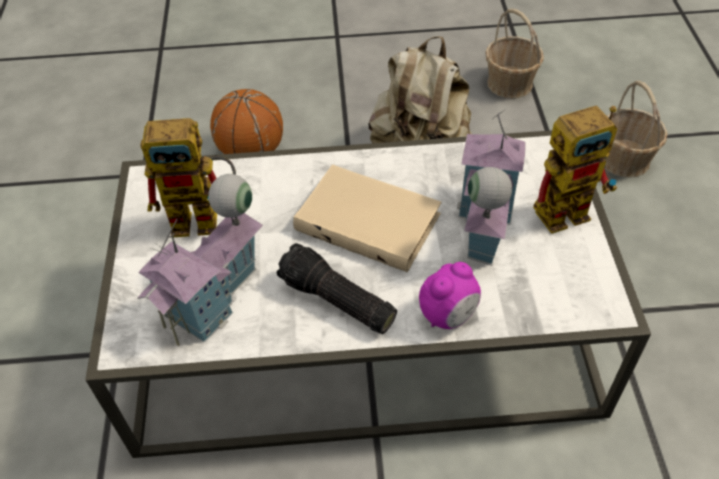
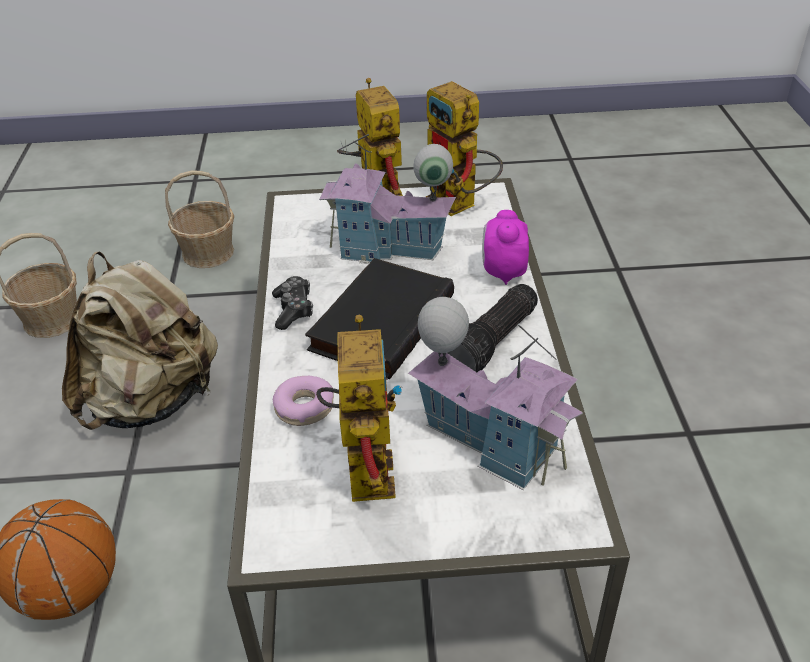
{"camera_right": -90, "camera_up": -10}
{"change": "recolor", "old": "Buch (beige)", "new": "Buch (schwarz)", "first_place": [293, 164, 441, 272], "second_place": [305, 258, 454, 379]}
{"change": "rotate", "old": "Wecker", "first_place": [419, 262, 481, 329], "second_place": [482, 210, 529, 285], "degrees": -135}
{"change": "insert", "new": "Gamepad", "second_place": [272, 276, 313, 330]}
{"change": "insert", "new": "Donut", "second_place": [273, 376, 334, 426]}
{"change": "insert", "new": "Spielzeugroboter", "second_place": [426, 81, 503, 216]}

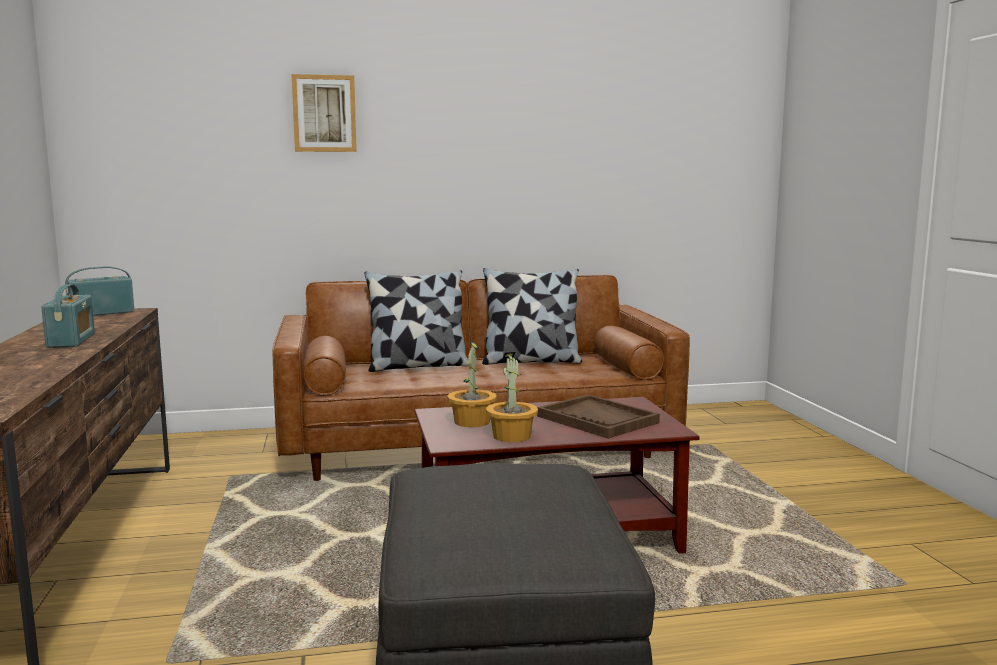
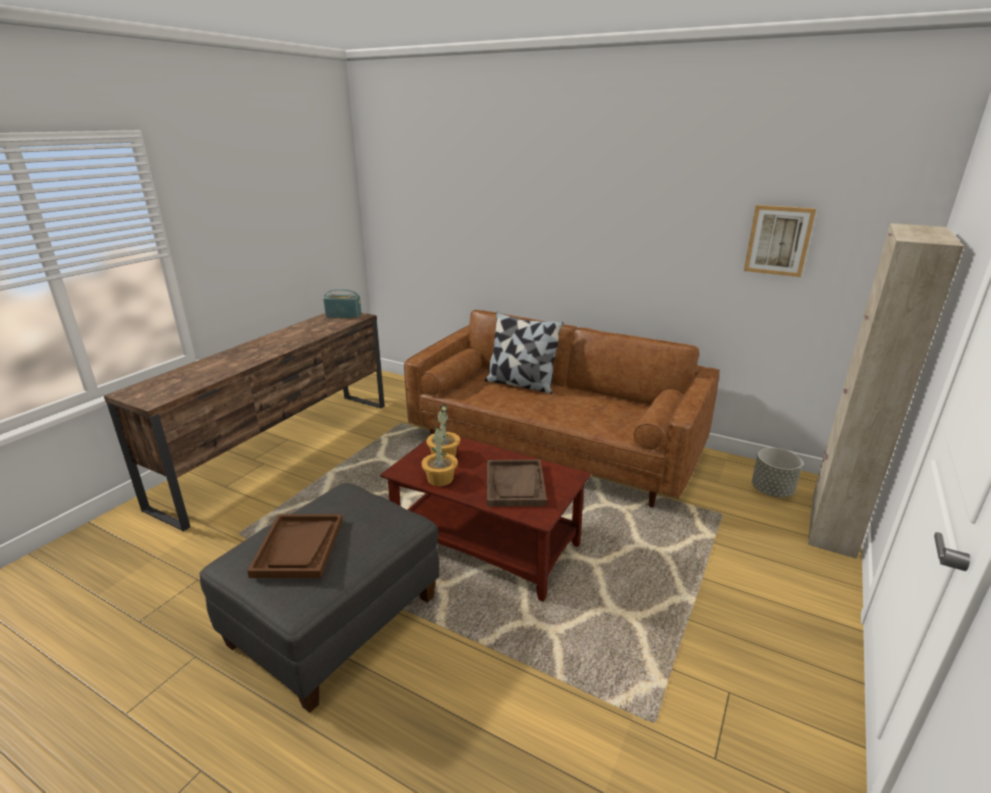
{"camera_right": 40, "camera_up": 15}
{"change": "delete", "old": "Radio", "first_place": [41, 284, 95, 348]}
{"change": "move", "old": "Bild", "first_place": [292, 74, 357, 152], "second_place": [744, 205, 816, 277]}
{"change": "delete", "old": "Kissen", "first_place": [482, 268, 582, 365]}
{"change": "insert", "new": "Tablett (braun)", "second_place": [247, 514, 343, 578]}
{"change": "insert", "new": "Pflanzkübel (grau)", "second_place": [752, 448, 803, 497]}
{"change": "insert", "new": "Schrank (beige)", "second_place": [808, 223, 964, 559]}

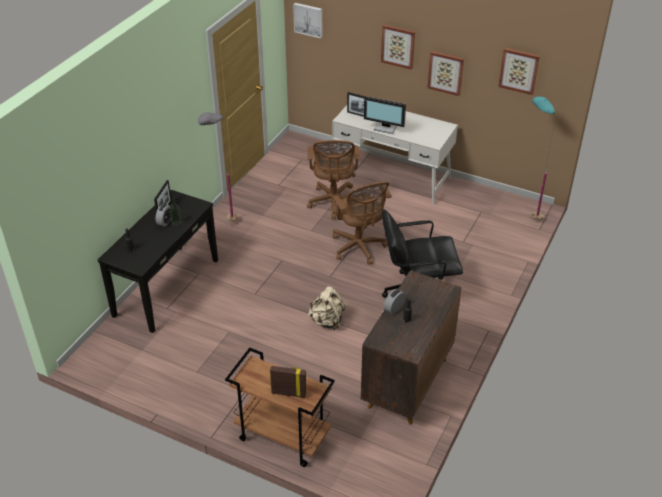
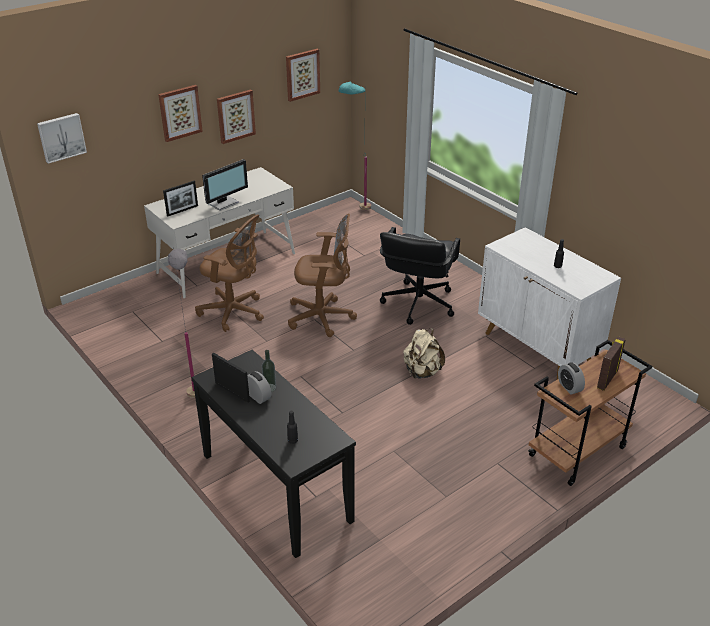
{"camera_right": -65, "camera_up": -5}
{"change": "recolor", "old": "Schrank (braun)", "new": "Schrank (weiß)", "first_place": [361, 270, 462, 425], "second_place": [478, 227, 621, 379]}
{"change": "move", "old": "Wecker", "first_place": [384, 289, 406, 315], "second_place": [558, 362, 585, 394]}

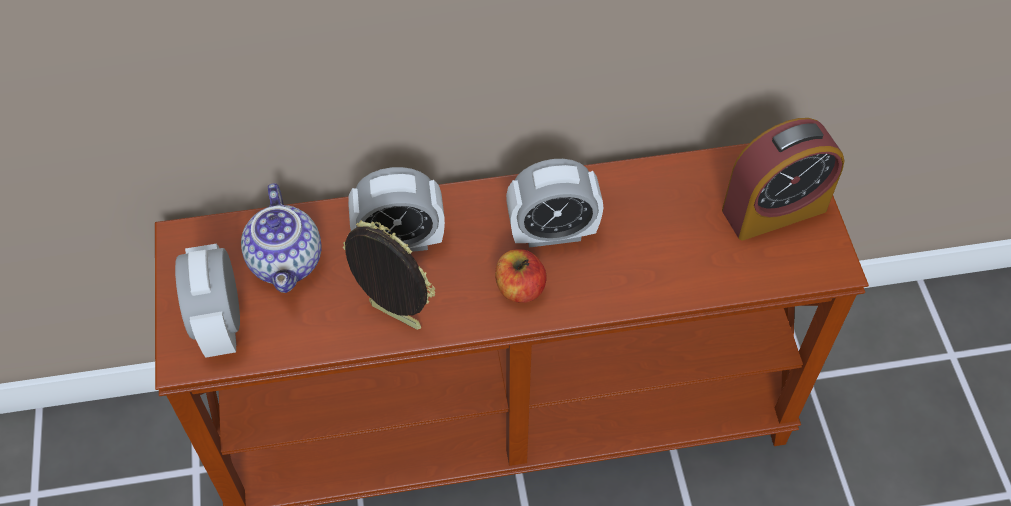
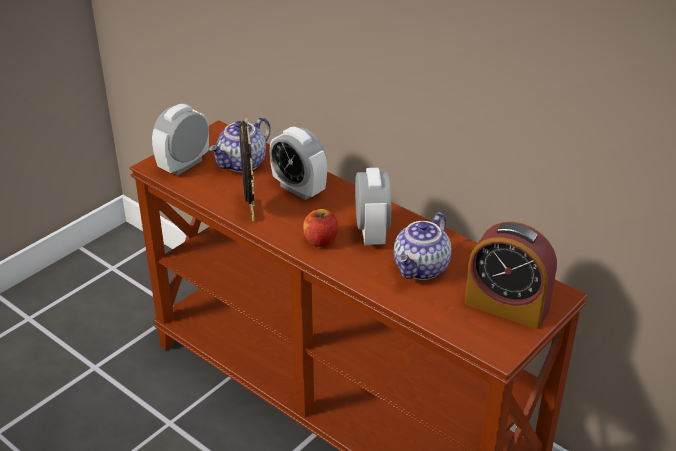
{"camera_right": 50, "camera_up": -20}
{"change": "rotate", "old": "Wecker", "first_place": [506, 159, 603, 248], "second_place": [355, 168, 391, 245], "degrees": -135}
{"change": "insert", "new": "Teekanne", "second_place": [394, 212, 452, 280]}

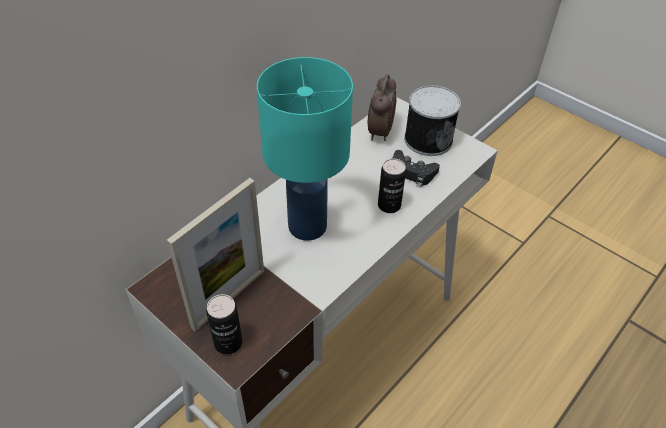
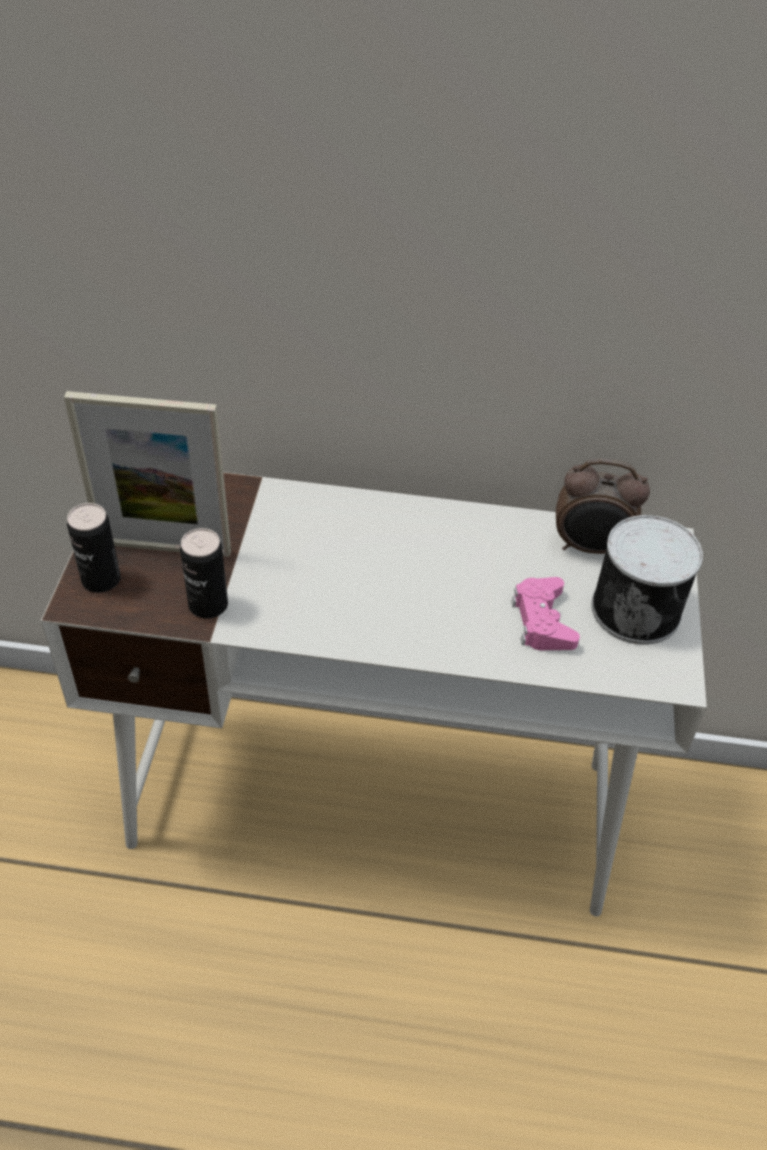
{"camera_right": 55, "camera_up": 0}
{"change": "delete", "old": "Tischlampe (türkis)", "first_place": [257, 57, 353, 241]}
{"change": "rotate", "old": "Wecker", "first_place": [367, 74, 397, 141], "second_place": [556, 459, 650, 554], "degrees": -150}
{"change": "move", "old": "Dose", "first_place": [378, 159, 406, 213], "second_place": [180, 528, 228, 618]}
{"change": "recolor", "old": "Gamepad (schwarz)", "new": "Gamepad (rosa)", "first_place": [392, 150, 440, 188], "second_place": [511, 577, 580, 650]}

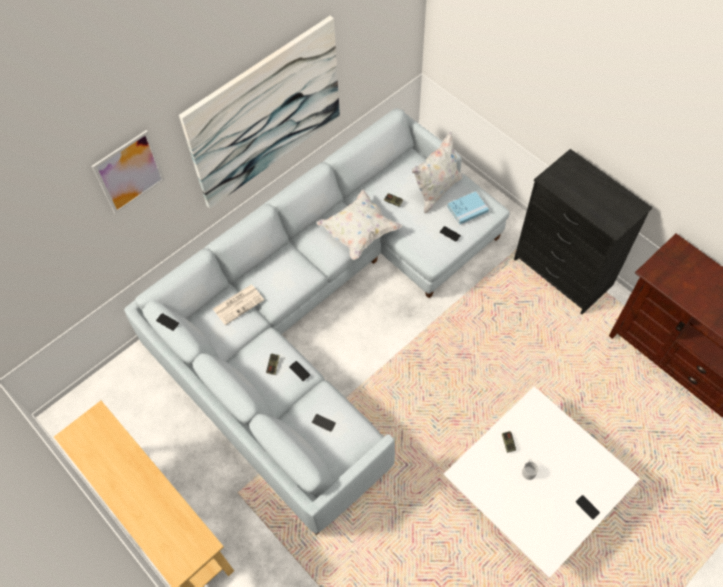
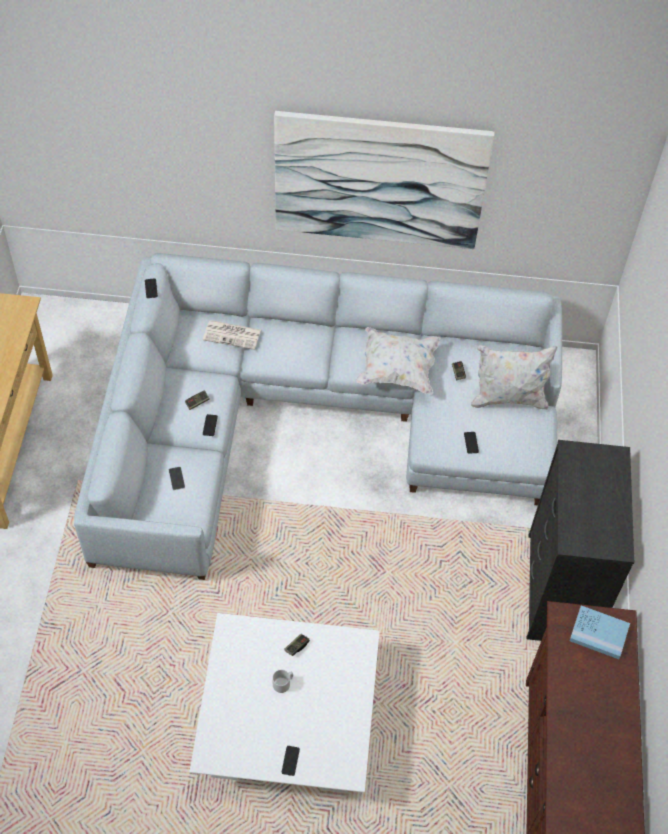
{"camera_right": 45, "camera_up": -5}
{"change": "delete", "old": "Bild", "first_place": [92, 130, 165, 214]}
{"change": "move", "old": "Buch (blau)", "first_place": [447, 191, 489, 224], "second_place": [570, 605, 630, 659]}

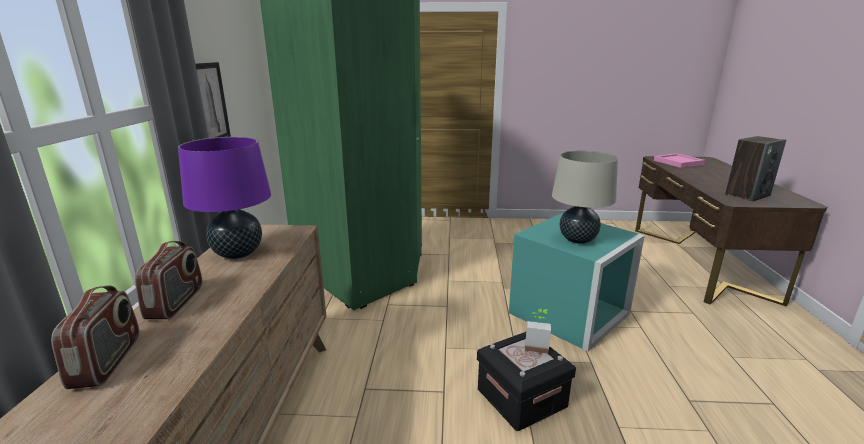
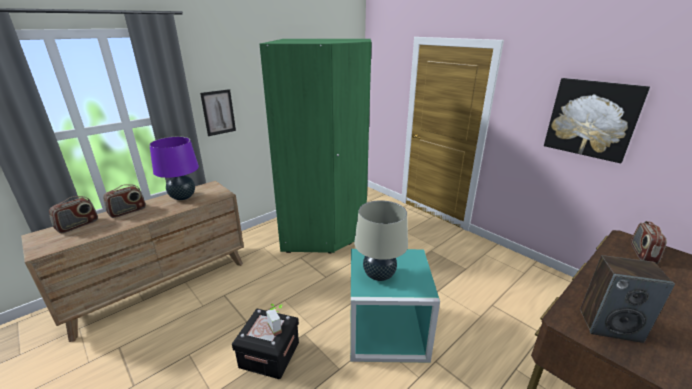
{"camera_right": 45, "camera_up": 5}
{"change": "replace", "old": "Tablett (rosa)", "new": "Radio", "first_place": [654, 153, 705, 168], "second_place": [631, 221, 667, 264]}
{"change": "insert", "new": "Bild", "second_place": [544, 78, 650, 163]}

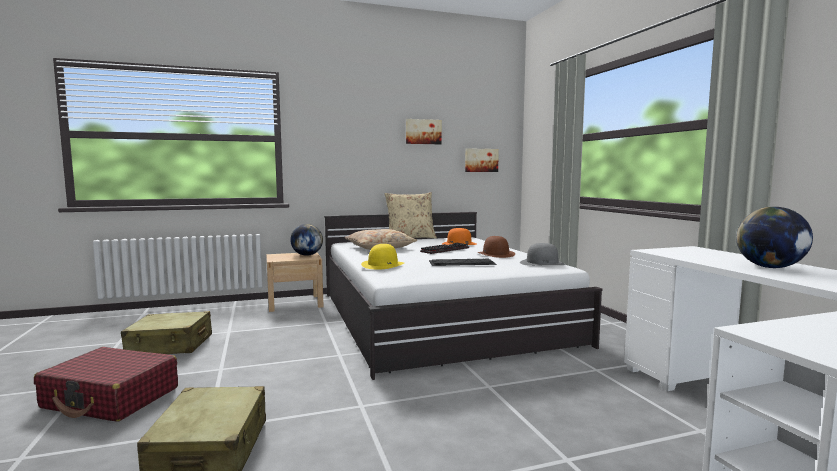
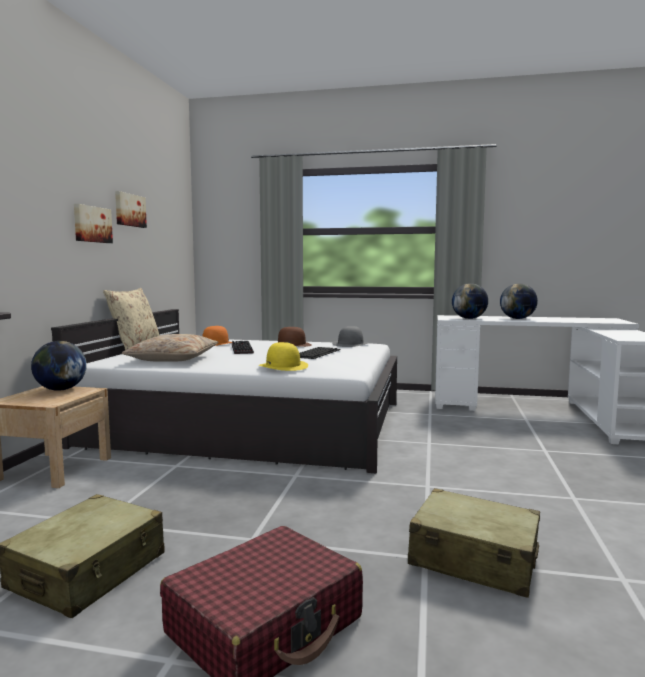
{"camera_right": -60, "camera_up": 0}
{"change": "move", "old": "Bild", "first_place": [465, 148, 499, 172], "second_place": [74, 204, 113, 243]}
{"change": "insert", "new": "Globus", "second_place": [452, 283, 488, 319]}

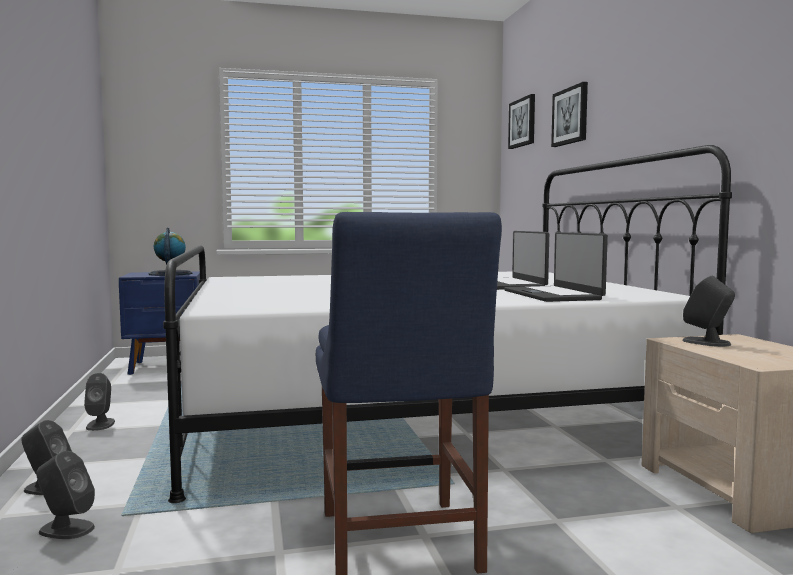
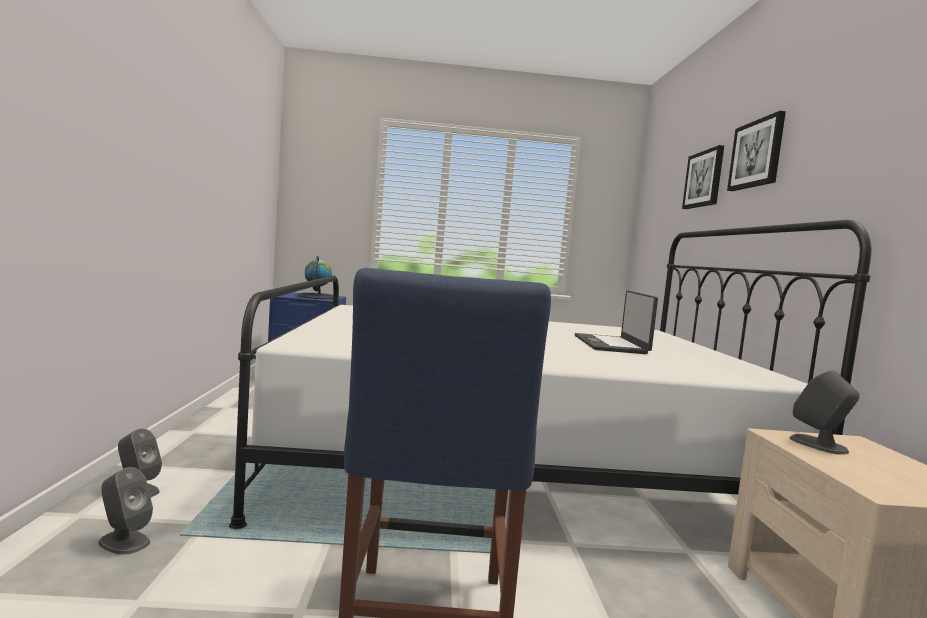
{"camera_right": 10, "camera_up": 0}
{"change": "delete", "old": "Lautsprecher (grau)", "first_place": [84, 373, 115, 431]}
{"change": "delete", "old": "Laptop", "first_place": [504, 232, 608, 302]}
{"change": "move", "old": "Bild", "first_place": [508, 94, 535, 149], "second_place": [727, 111, 786, 191]}

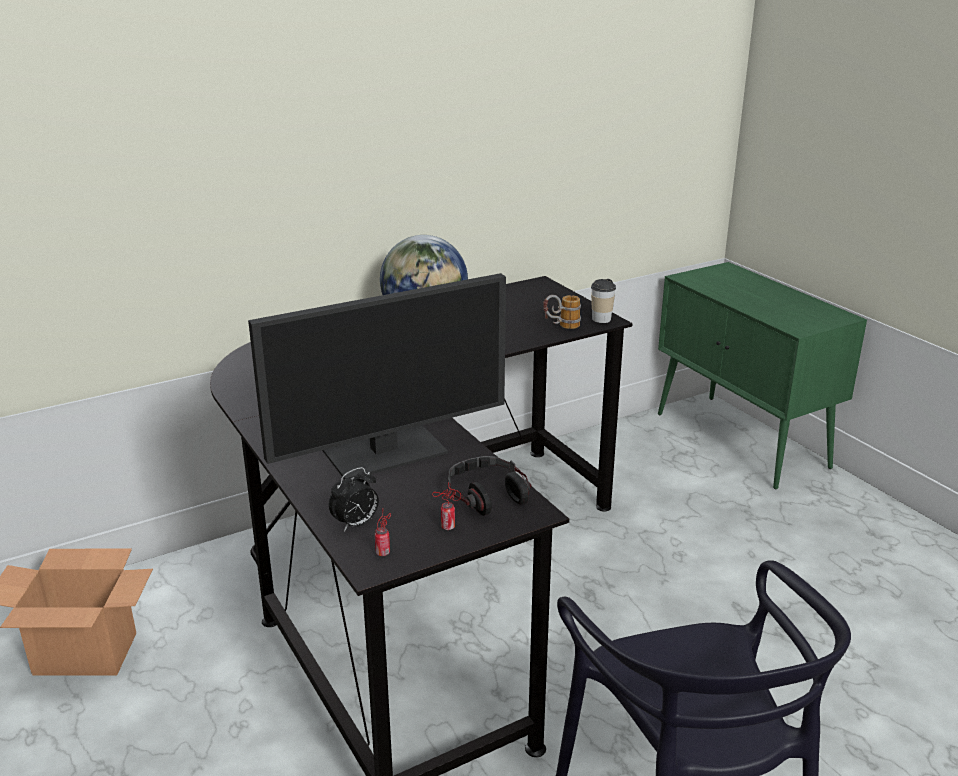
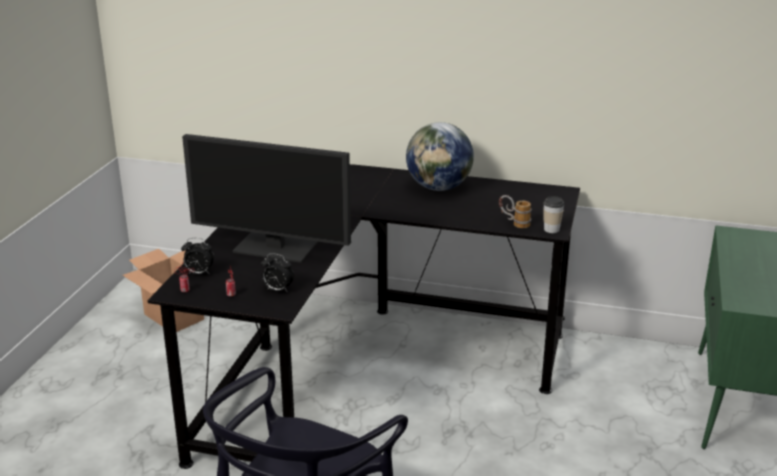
{"camera_right": 45, "camera_up": 0}
{"change": "replace", "old": "Kopfhörer", "new": "Wecker", "first_place": [448, 456, 531, 516], "second_place": [261, 253, 294, 291]}

